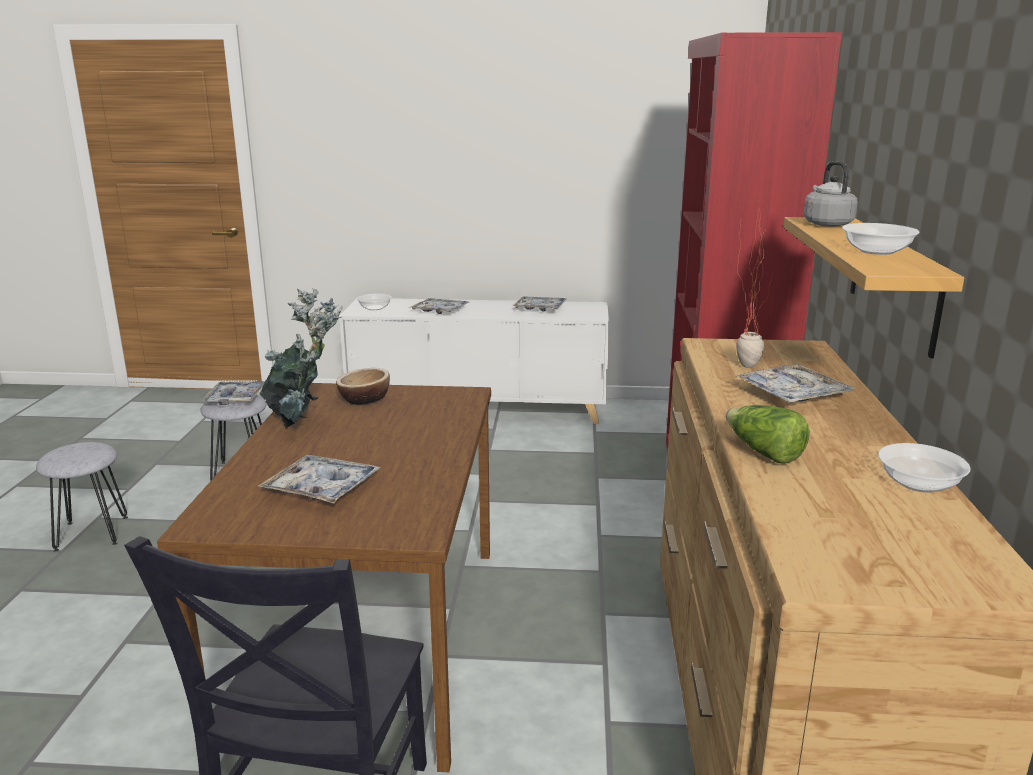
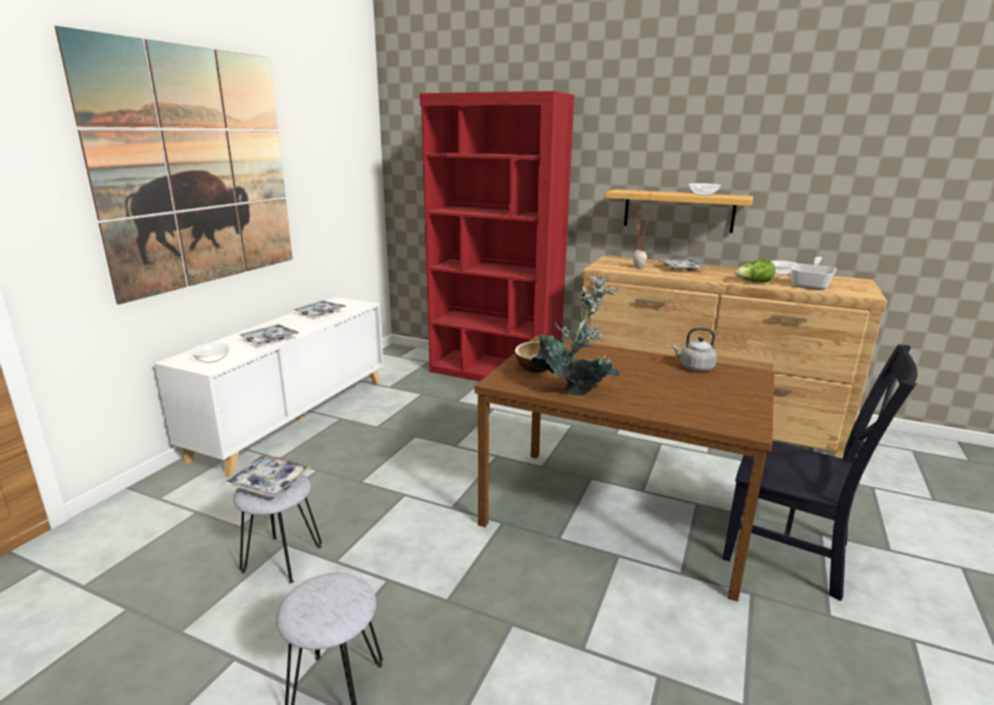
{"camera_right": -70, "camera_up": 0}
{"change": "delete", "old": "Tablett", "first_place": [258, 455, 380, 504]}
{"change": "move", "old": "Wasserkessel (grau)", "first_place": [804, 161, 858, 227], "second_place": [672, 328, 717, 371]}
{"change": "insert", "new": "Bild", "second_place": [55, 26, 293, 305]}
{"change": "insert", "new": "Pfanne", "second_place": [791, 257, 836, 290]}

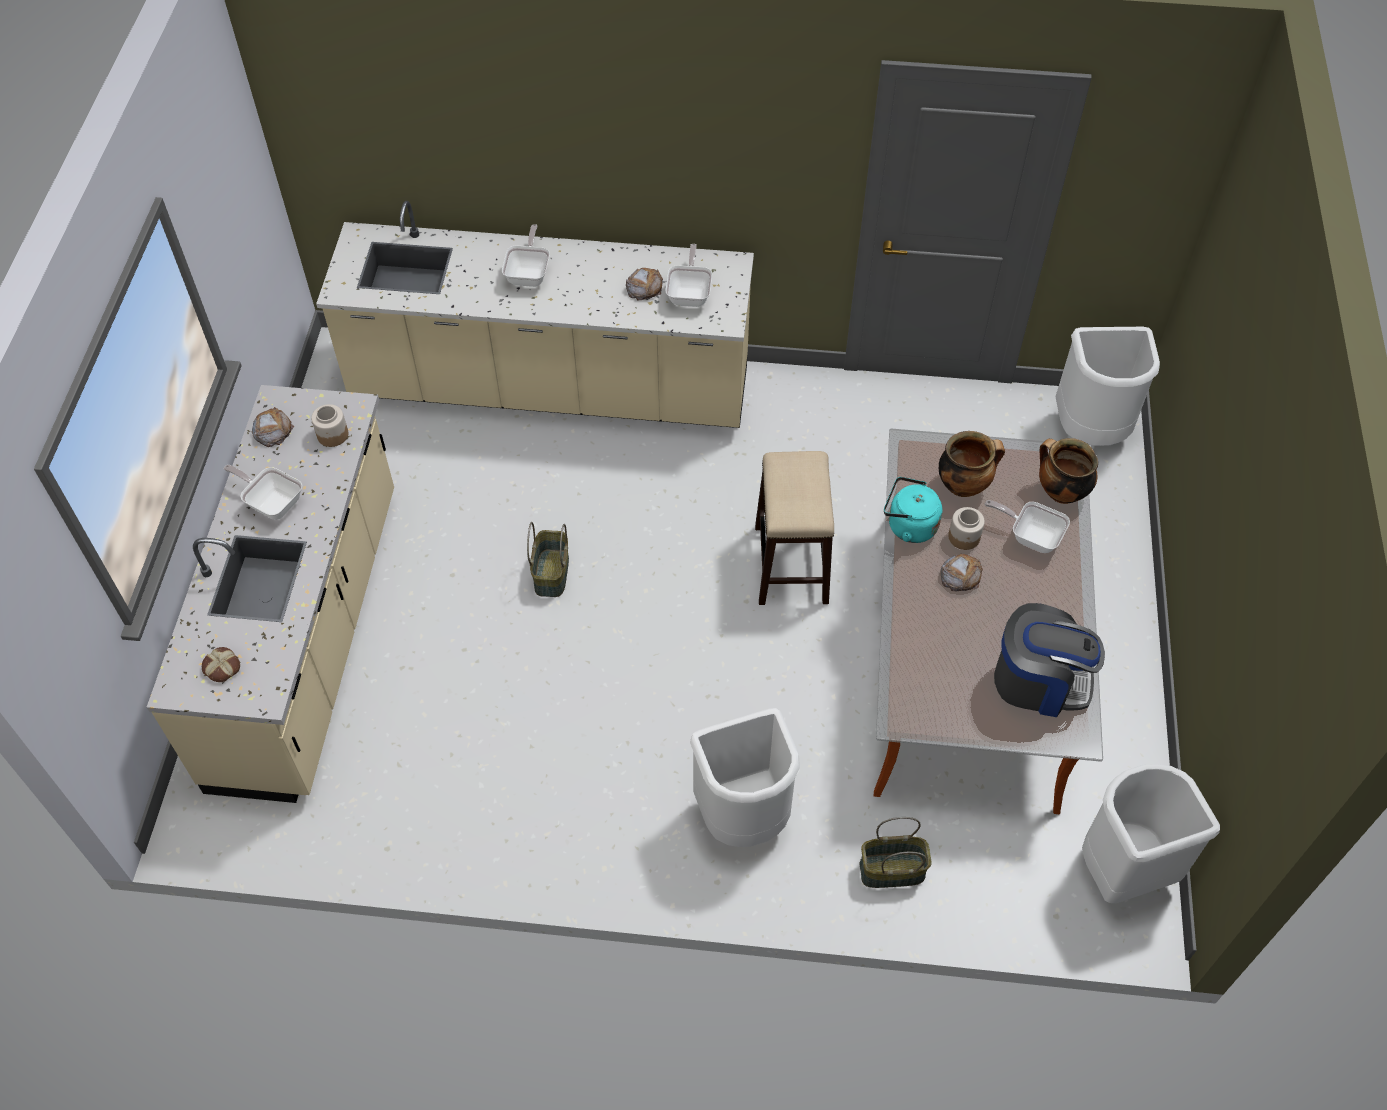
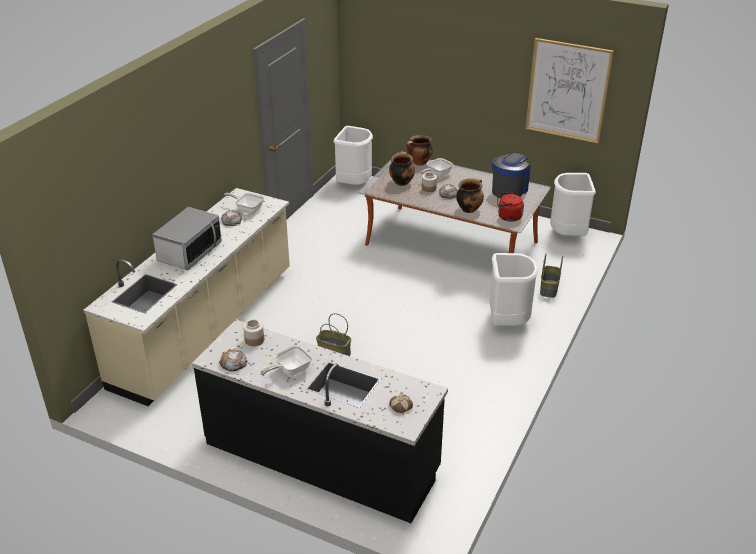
{"camera_right": -70, "camera_up": -20}
{"change": "recolor", "old": "Küchenzeile (beige)", "new": "Küchenzeile (schwarz)", "first_place": [147, 385, 394, 803], "second_place": [192, 320, 448, 523]}
{"change": "replace", "old": "Pfanne", "new": "Mikrowelle", "first_place": [502, 224, 550, 287], "second_place": [152, 207, 222, 270]}
{"change": "delete", "old": "Hocker", "first_place": [755, 451, 834, 605]}
{"change": "delete", "old": "Wasserkessel (türkis)", "first_place": [884, 477, 943, 543]}
{"change": "insert", "new": "Kochtopf", "second_place": [456, 178, 484, 213]}
{"change": "insert", "new": "Wasserkessel (rot)", "second_place": [497, 192, 524, 222]}
{"change": "insert", "new": "Bild", "second_place": [525, 38, 614, 143]}

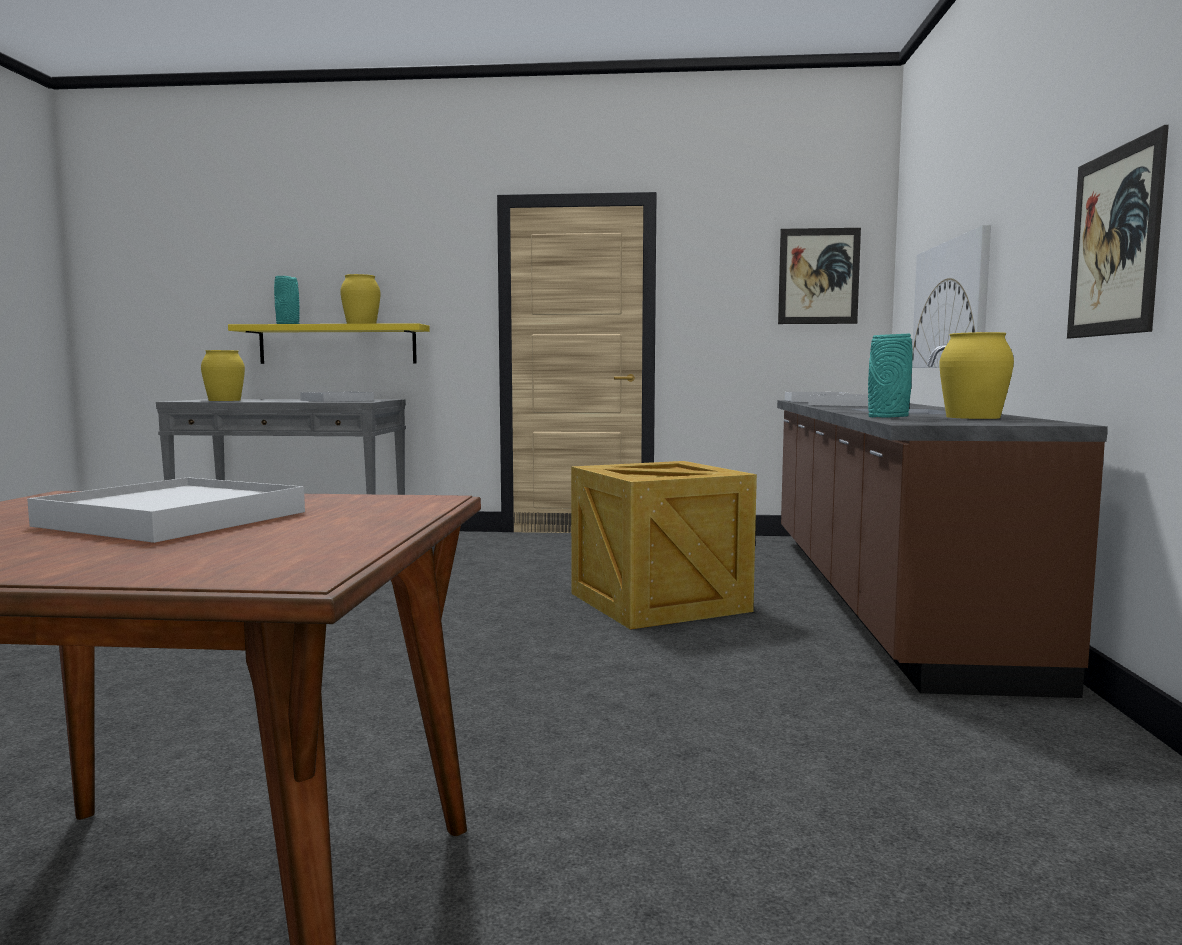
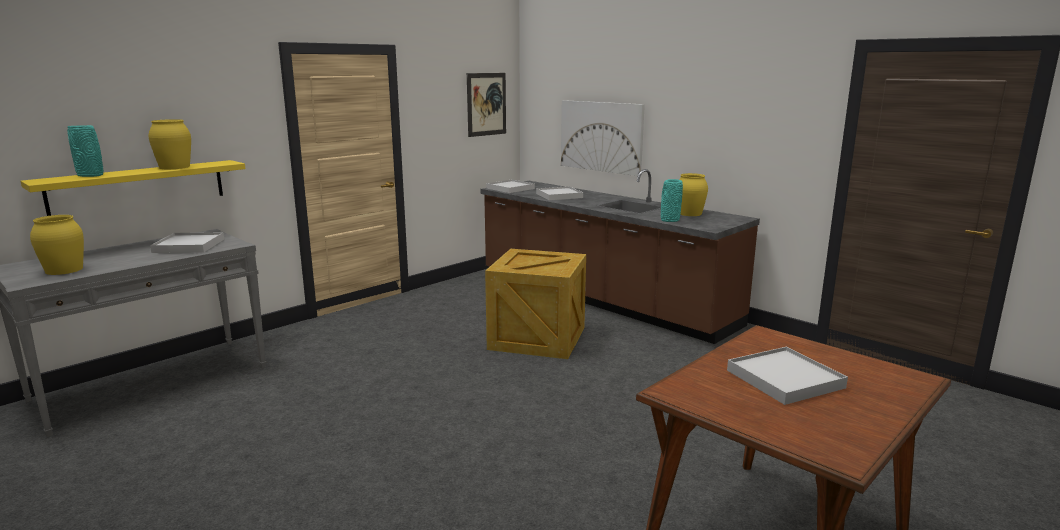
{"camera_right": -50, "camera_up": 10}
{"change": "delete", "old": "Bild", "first_place": [1067, 125, 1169, 338]}

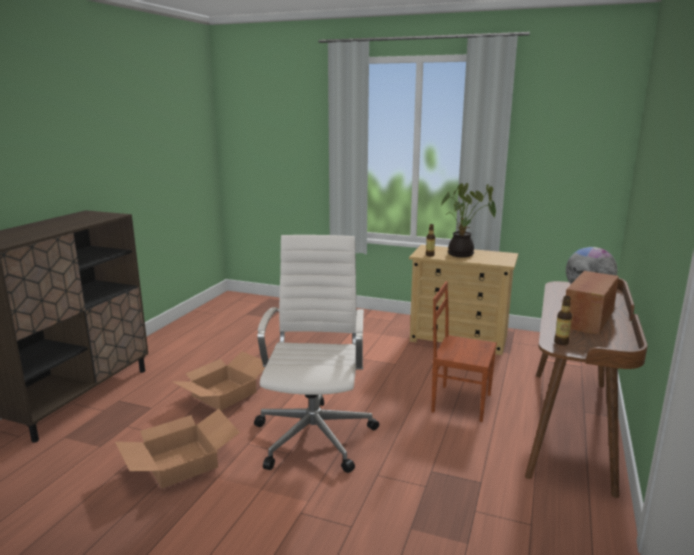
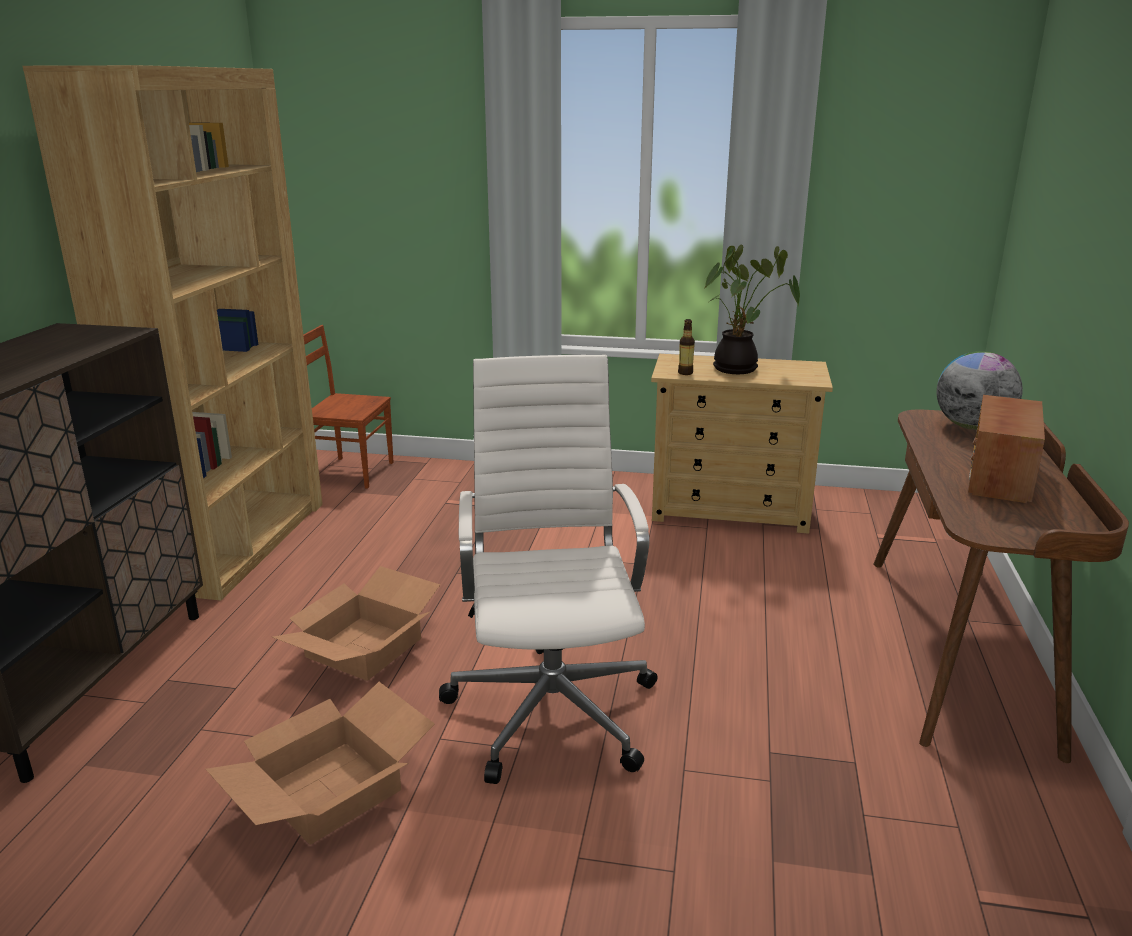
{"camera_right": -10, "camera_up": 5}
{"change": "move", "old": "Stuhl (braun)", "first_place": [431, 281, 497, 422], "second_place": [303, 325, 394, 489]}
{"change": "delete", "old": "Flasche", "first_place": [554, 296, 572, 345]}
{"change": "insert", "new": "Bücherregal (braun)", "second_place": [23, 65, 323, 601]}

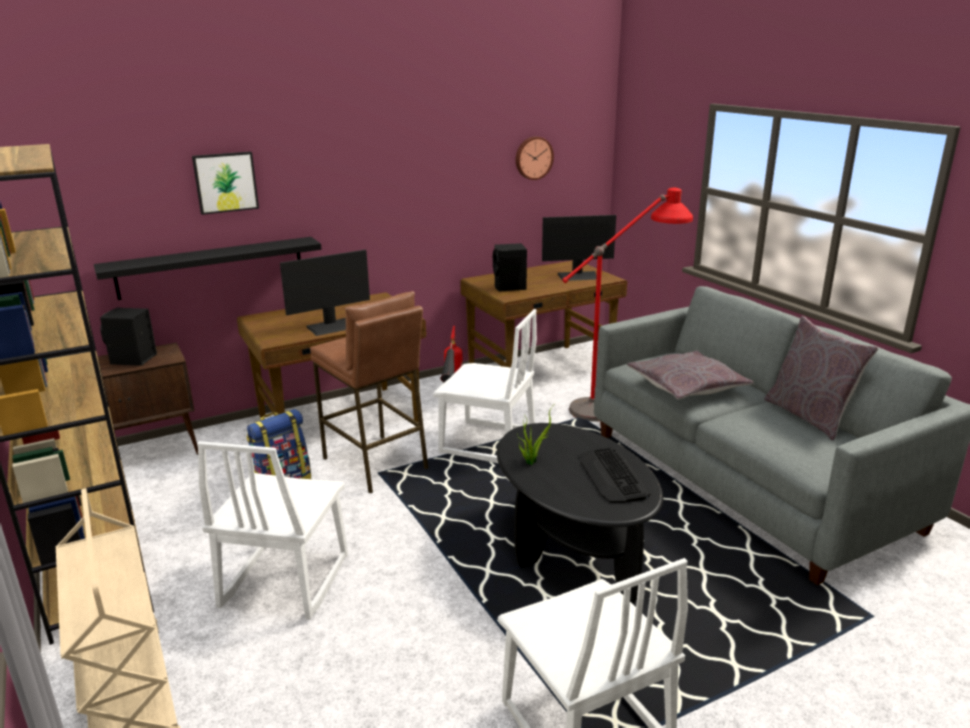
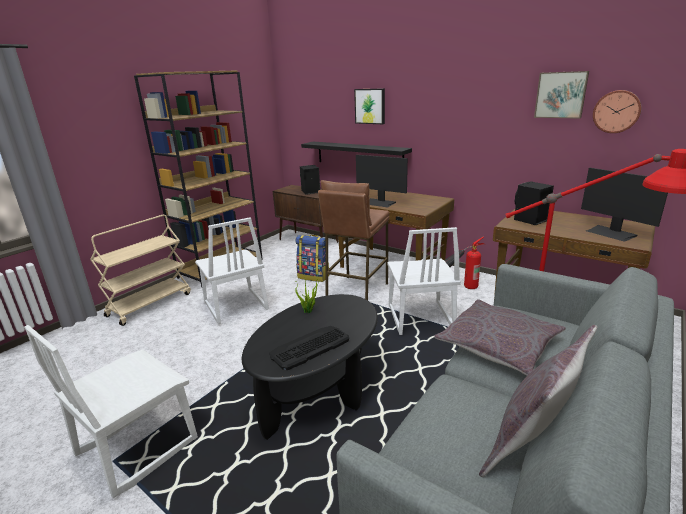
{"camera_right": 65, "camera_up": 0}
{"change": "rotate", "old": "Stuhl (weiß)", "first_place": [197, 441, 348, 619], "second_place": [195, 217, 269, 324], "degrees": -105}
{"change": "insert", "new": "Bild", "second_place": [534, 71, 589, 119]}

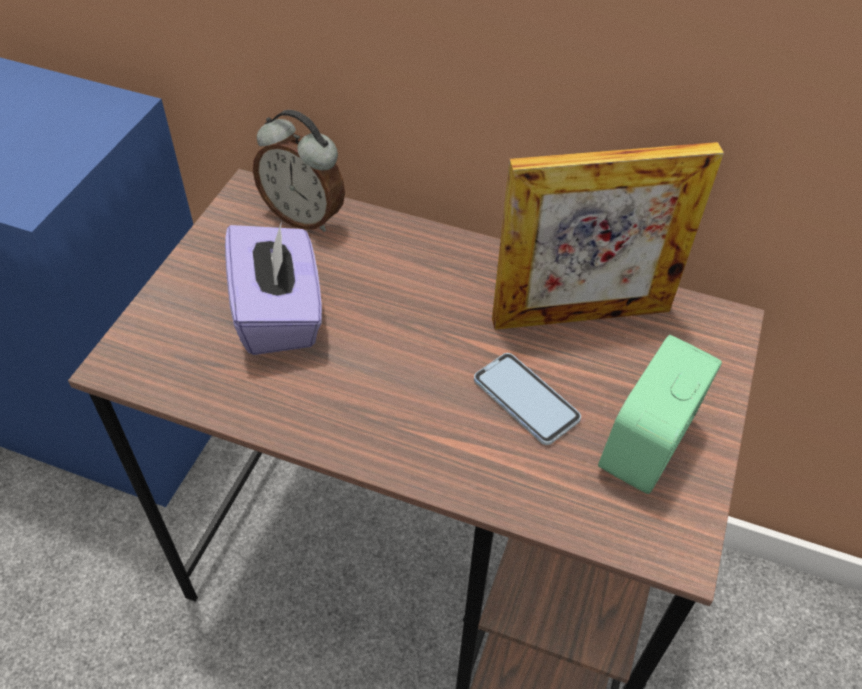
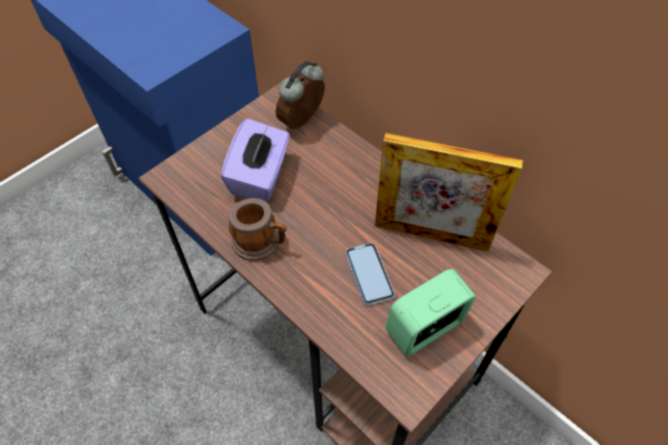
{"camera_right": 25, "camera_up": 5}
{"change": "rotate", "old": "Wecker", "first_place": [253, 110, 345, 232], "second_place": [276, 61, 325, 130], "degrees": 75}
{"change": "insert", "new": "Henkelbecher", "second_place": [229, 198, 287, 261]}

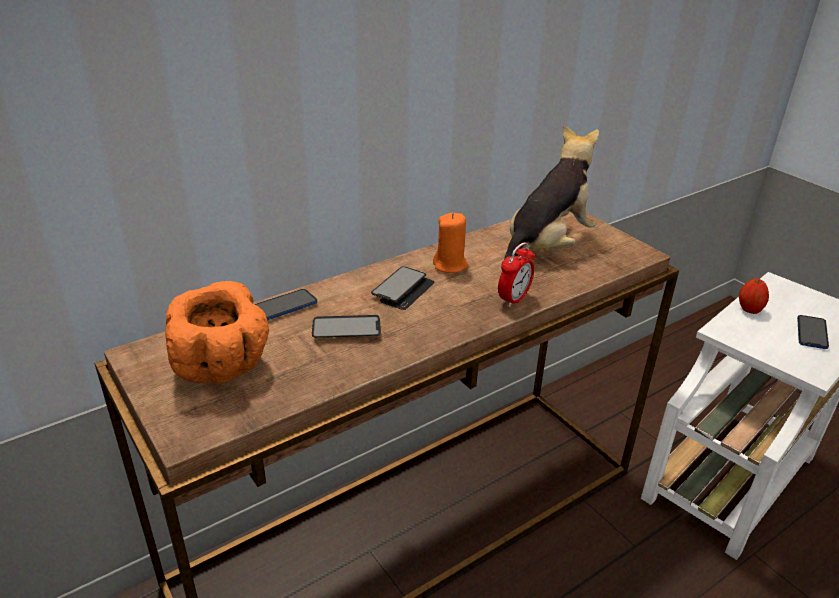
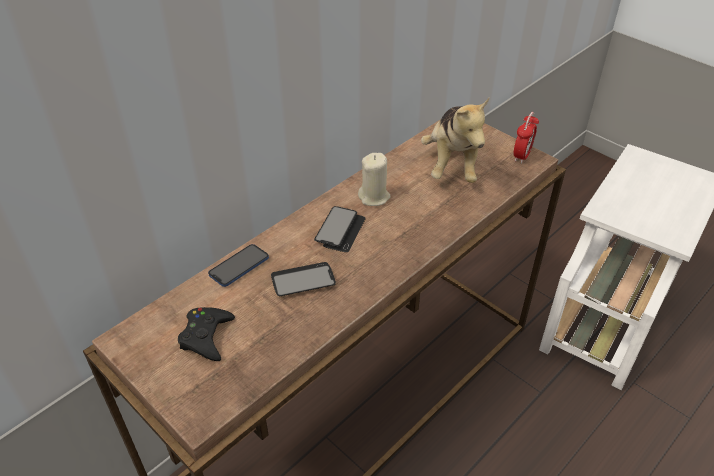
{"camera_right": -10, "camera_up": 10}
{"change": "replace", "old": "Schüssel (orange)", "new": "Gamepad (schwarz)", "first_place": [165, 281, 269, 383], "second_place": [178, 307, 235, 361]}
{"change": "recolor", "old": "Kerze (orange)", "new": "Kerze (beige)", "first_place": [433, 213, 468, 273], "second_place": [358, 153, 391, 206]}
{"change": "move", "old": "Wecker", "first_place": [498, 242, 535, 308], "second_place": [513, 112, 539, 164]}
{"change": "rotate", "old": "Plüschtier", "first_place": [504, 125, 599, 259], "second_place": [421, 98, 489, 183], "degrees": 150}
{"change": "delete", "old": "Apfel", "first_place": [739, 278, 769, 314]}
{"change": "delete", "old": "Handy", "first_place": [797, 315, 829, 349]}

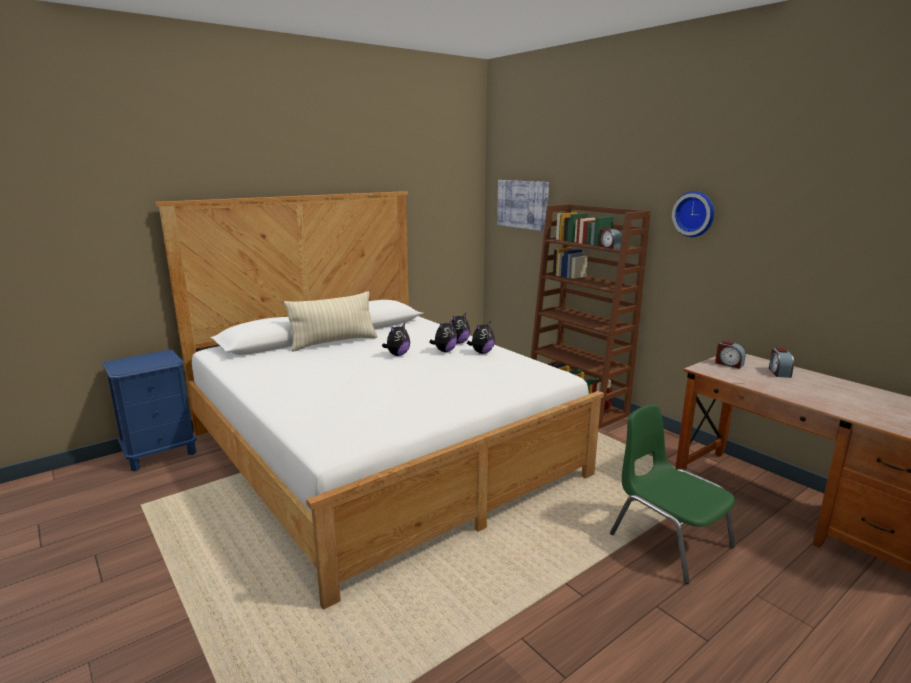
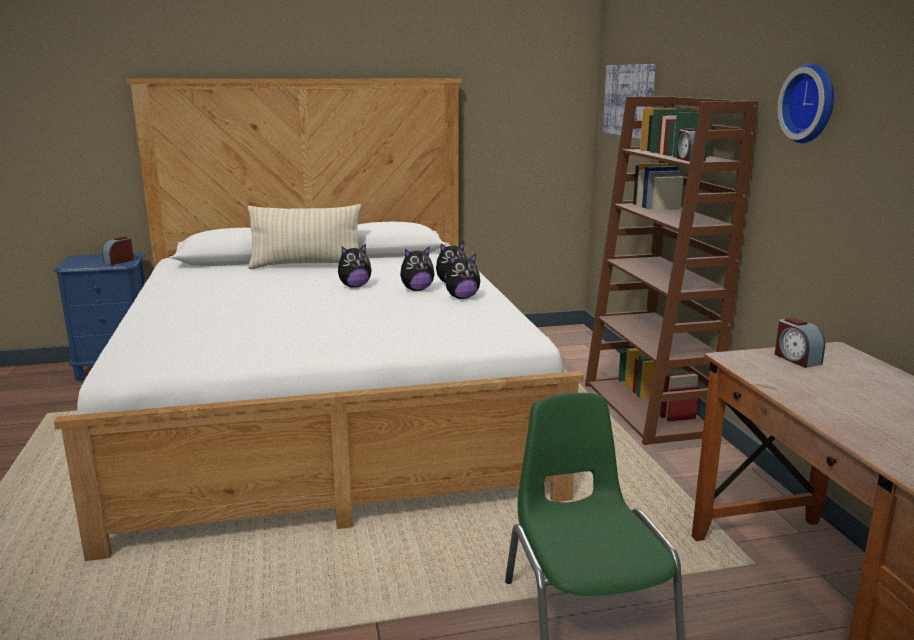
{"camera_right": 25, "camera_up": 0}
{"change": "move", "old": "Wecker", "first_place": [769, 348, 794, 378], "second_place": [102, 237, 134, 265]}

